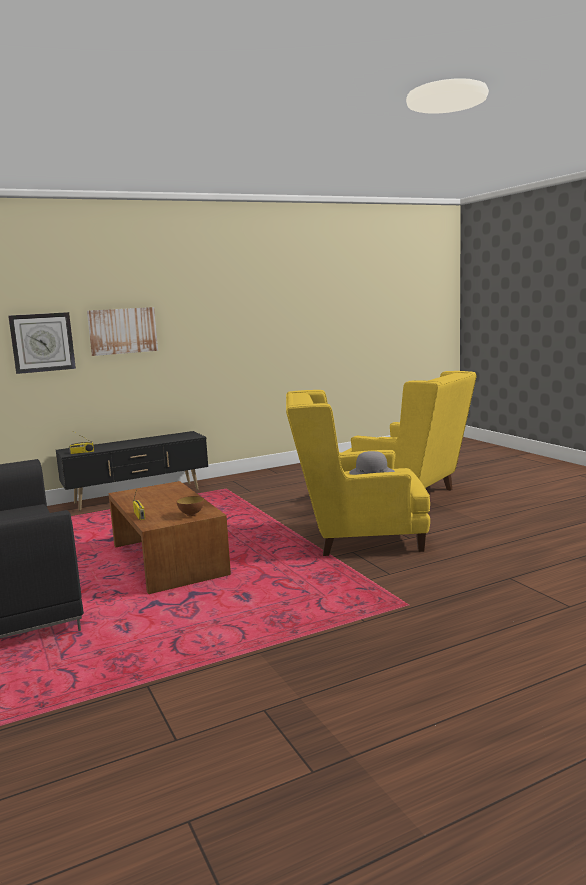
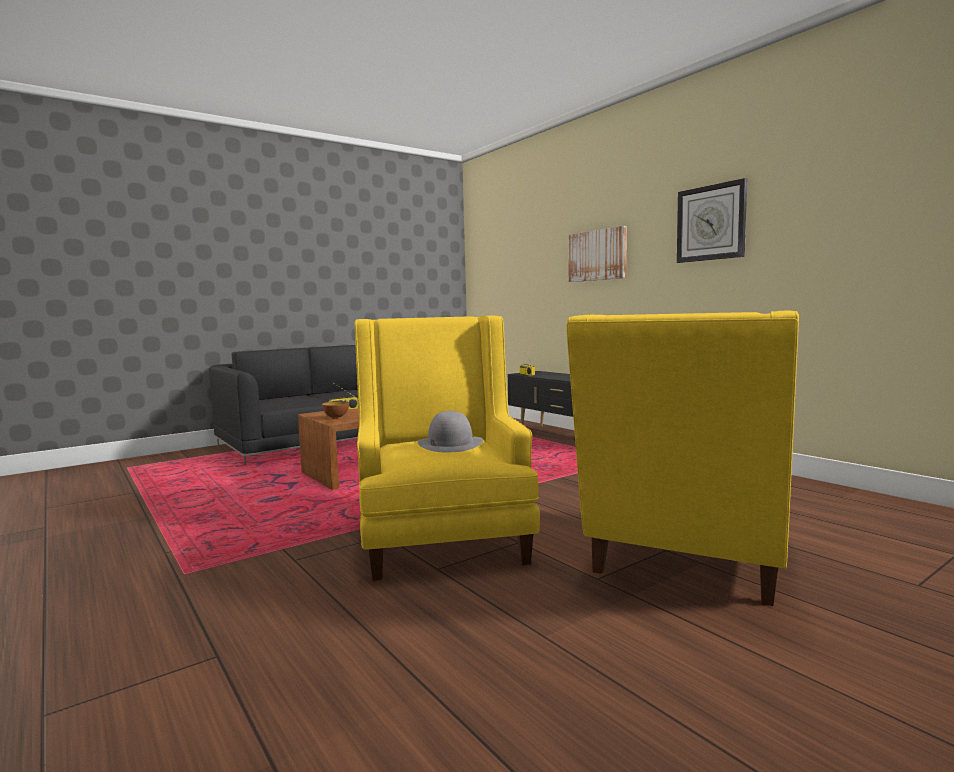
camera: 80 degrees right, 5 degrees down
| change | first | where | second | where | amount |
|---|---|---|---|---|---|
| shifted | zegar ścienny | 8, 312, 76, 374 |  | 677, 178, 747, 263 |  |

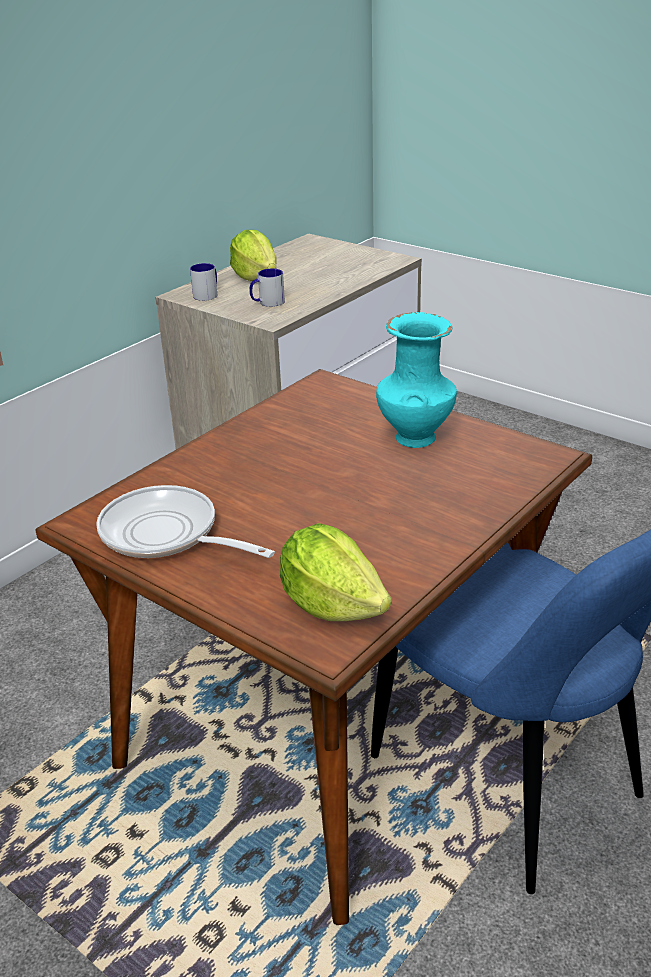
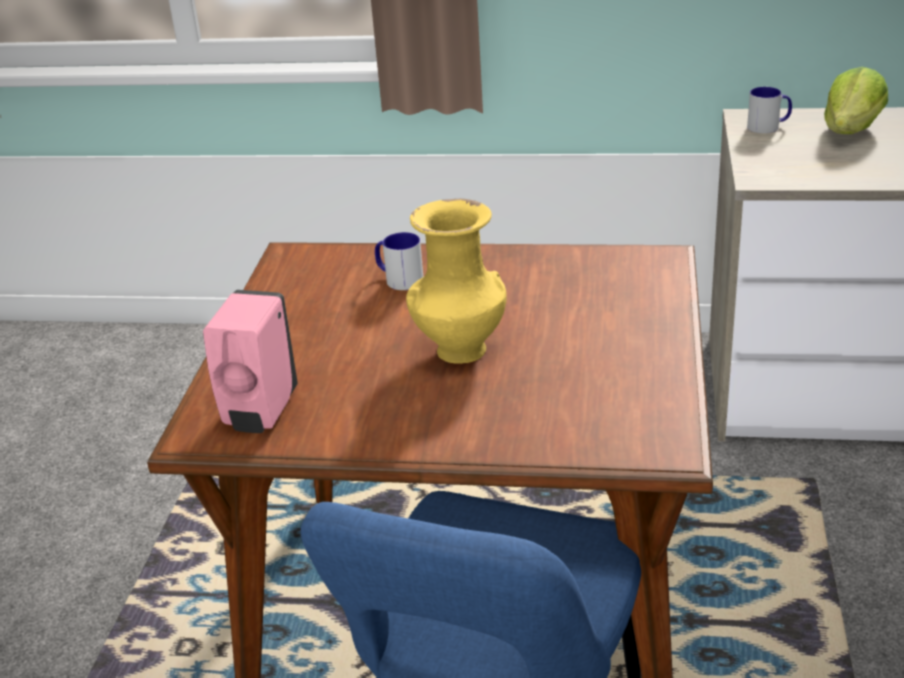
camera: 60 degrees right, 0 degrees up
| change | first | where | second | where | amount |
|---|---|---|---|---|---|
| gone | patelnia | 96, 485, 275, 558 |  |  |  |
| gone | wazon (turkusowy) | 376, 312, 457, 448 |  |  |  |
| new |  |  | wazon (żółty) | 406, 199, 507, 364 |  |
| shifted | kubek | 250, 269, 285, 307 |  | 375, 232, 423, 290 |  |
| swapped | sałata | 280, 523, 392, 621 | dozownik mydła (różowy) | 203, 290, 298, 433 |  |

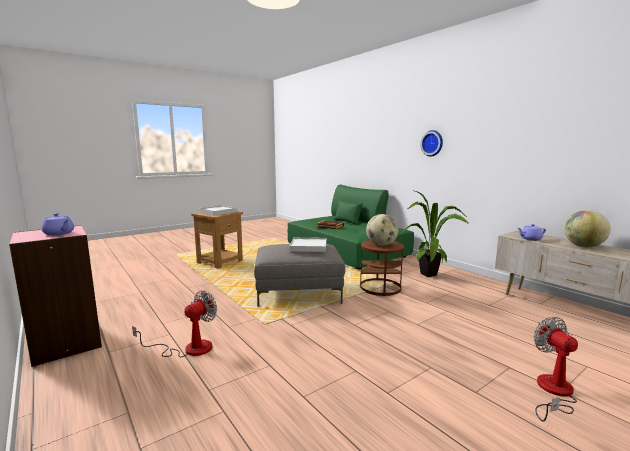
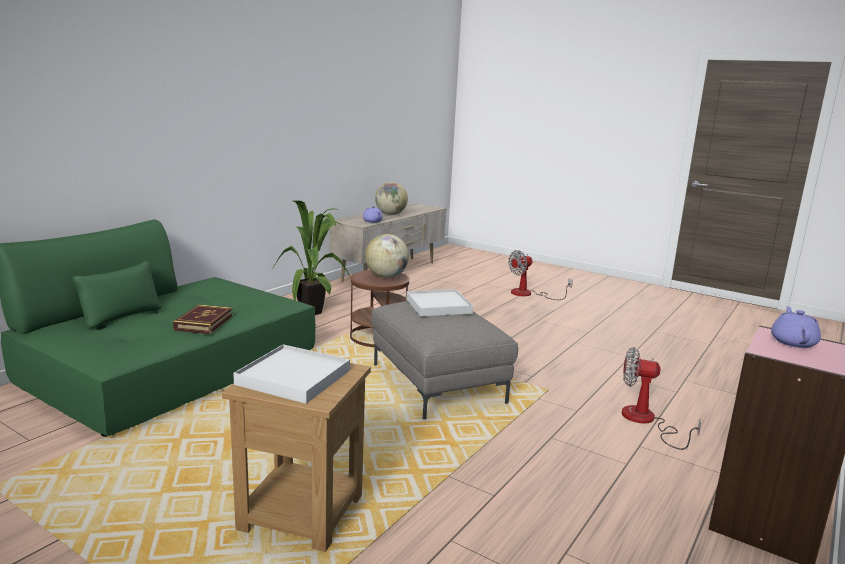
camera: 110 degrees left, 5 degrees up
| change | first | where | second | where | amount |
|---|---|---|---|---|---|
| gone | zegar ścienny | 420, 130, 443, 157 |  |  |  |

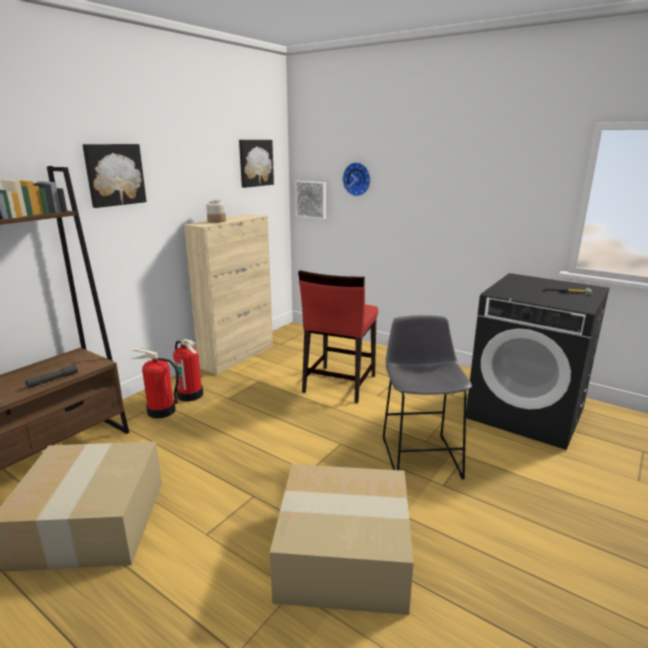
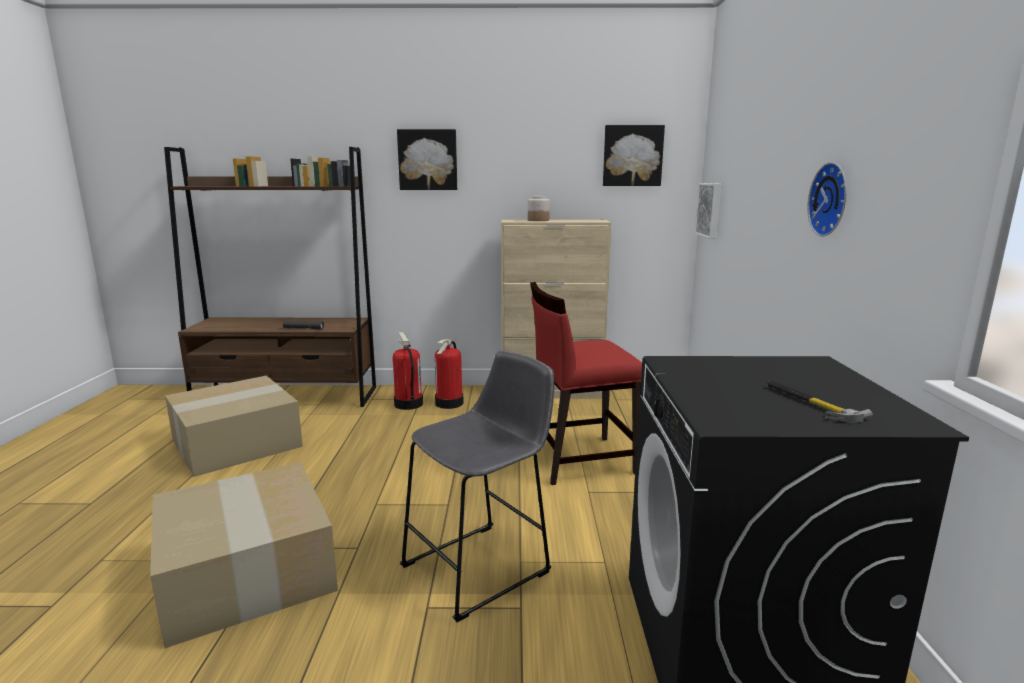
camera: 55 degrees right, 5 degrees down
| change | first | where | second | where | amount |
|---|---|---|---|---|---|
| shifted | zegar ścienny | 343, 162, 370, 196 |  | 807, 162, 847, 236 |  |

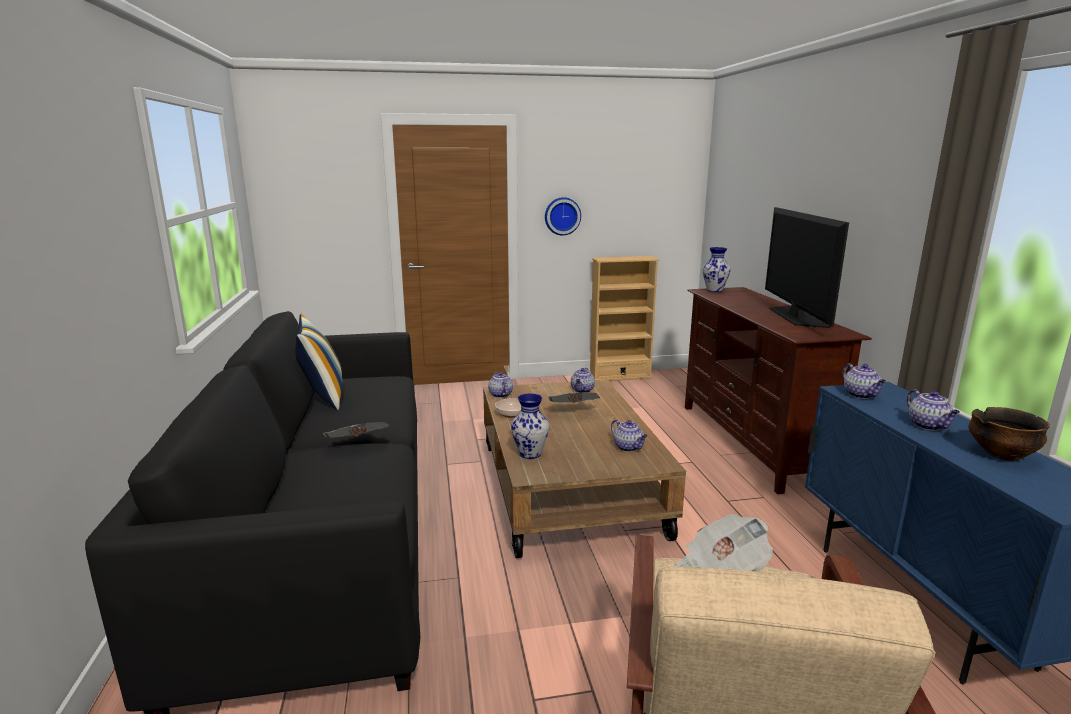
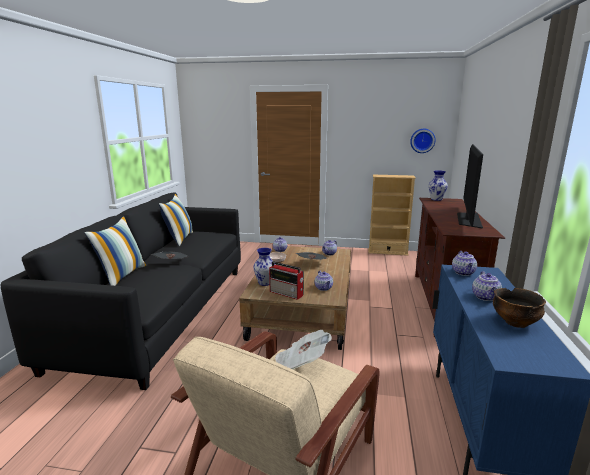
camera: 20 degrees right, 0 degrees up
| change | first | where | second | where | amount |
|---|---|---|---|---|---|
| new |  |  | poduszka | 84, 216, 147, 286 |  |
| new |  |  | radio | 269, 261, 304, 300 |  |
| shifted | zegar ścienny | 545, 197, 581, 236 |  | 410, 129, 436, 153 |  |

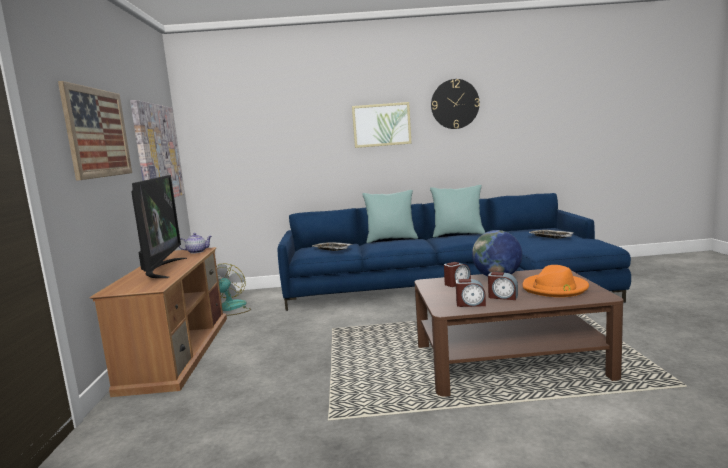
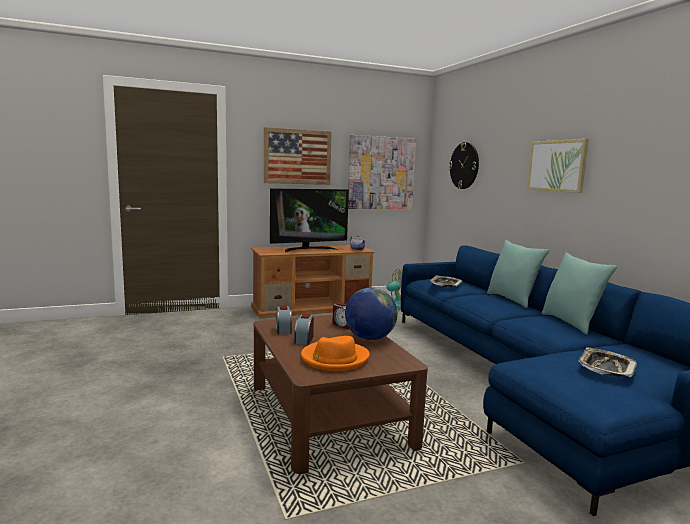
camera: 70 degrees right, 0 degrees up
| change | first | where | second | where | amount |
|---|---|---|---|---|---|
| shifted | zegar ścienny | 431, 79, 480, 129 |  | 449, 142, 479, 189 |  |

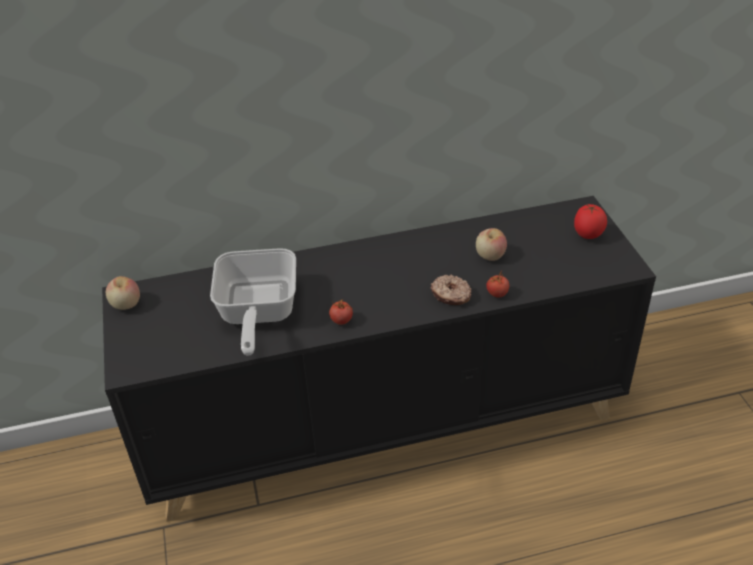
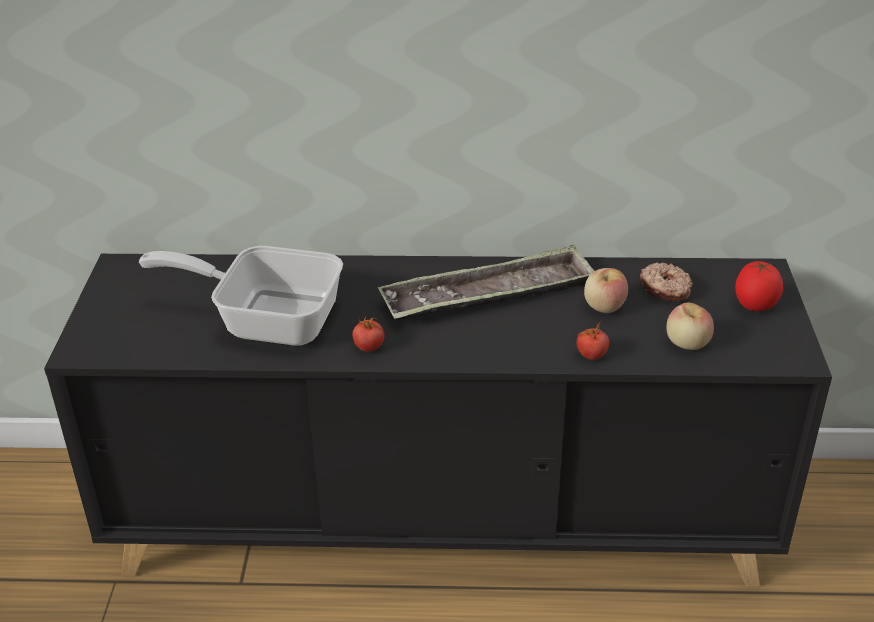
camera: 15 degrees right, 5 degrees down
| change | first | where | second | where | amount |
|---|---|---|---|---|---|
| new |  |  | taca | 378, 245, 594, 321 |  |
| shifted | jabłko | 106, 276, 140, 310 |  | 666, 303, 714, 350 |  |
| shifted | donut | 431, 275, 472, 305 |  | 640, 263, 693, 302 |  |
| rotated | patelnia | 210, 248, 296, 356 |  | 139, 246, 343, 346 | 90 degrees clockwise |

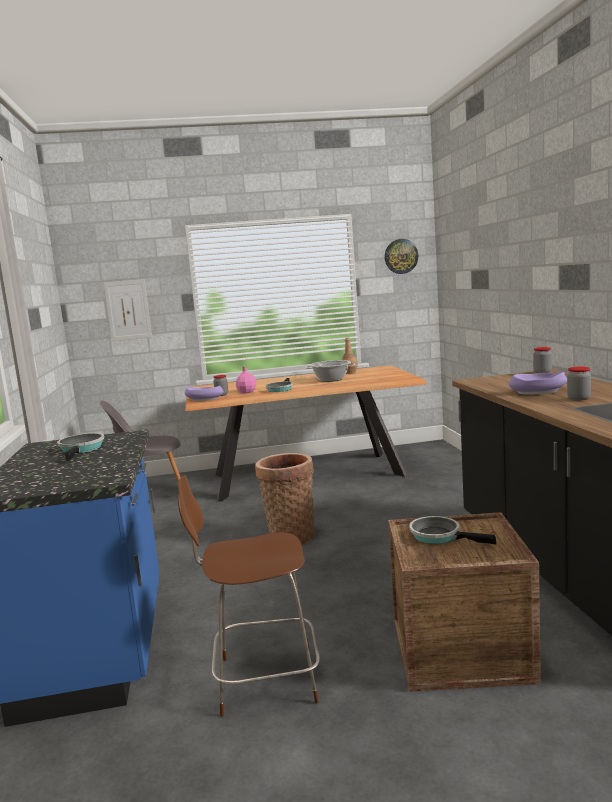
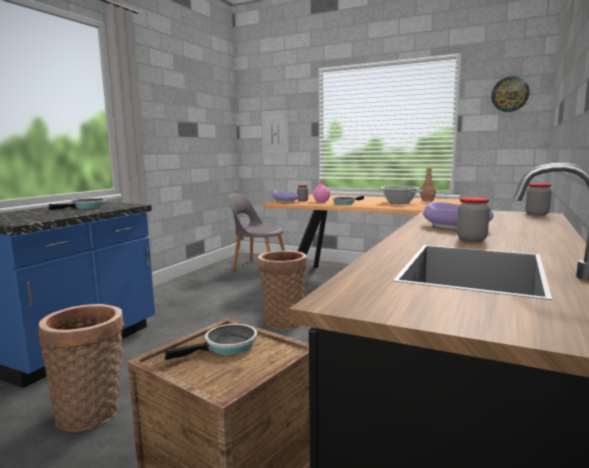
camera: 35 degrees right, 0 degrees up
| change | first | where | second | where | amount |
|---|---|---|---|---|---|
| swapped | stołek (brązowy) | 178, 475, 320, 717 | koszyk | 38, 304, 124, 432 |  |
| rotated | patelnia | 409, 516, 496, 545 |  | 165, 324, 257, 360 | 75 degrees clockwise |

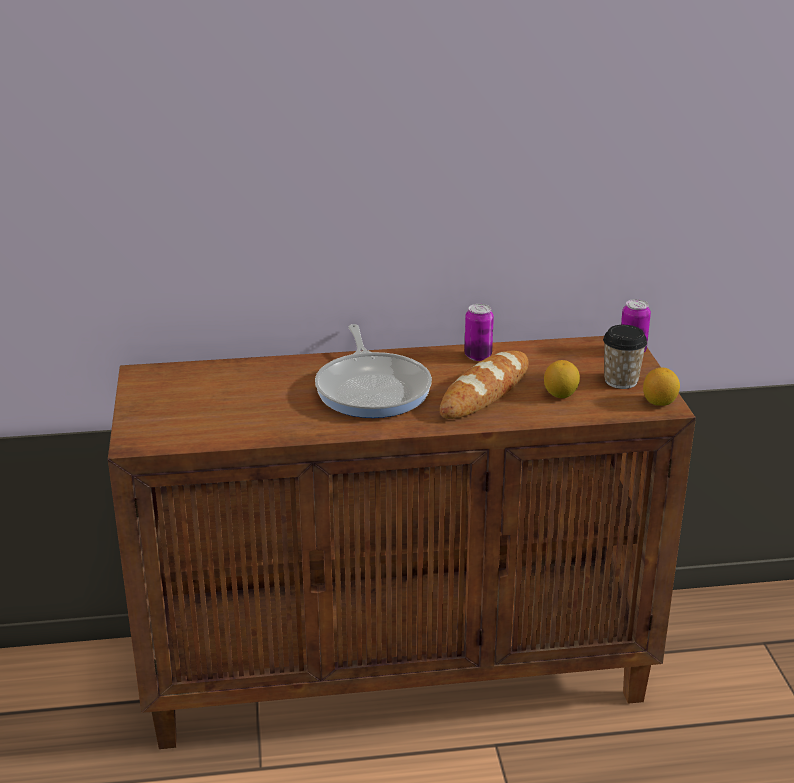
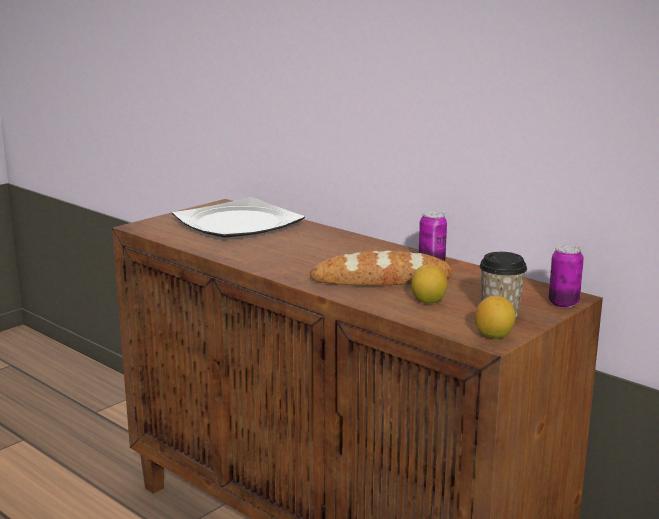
camera: 50 degrees right, 10 degrees down
| change | first | where | second | where | amount |
|---|---|---|---|---|---|
| gone | patelnia | 315, 324, 432, 418 |  |  |  |
| new |  |  | talerz | 172, 197, 305, 237 |  |

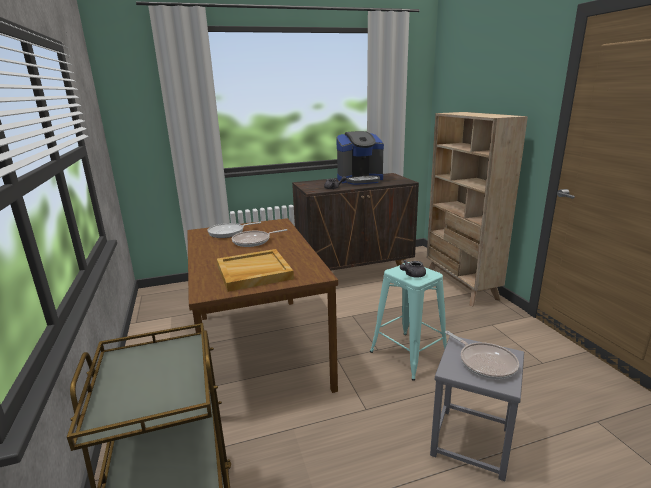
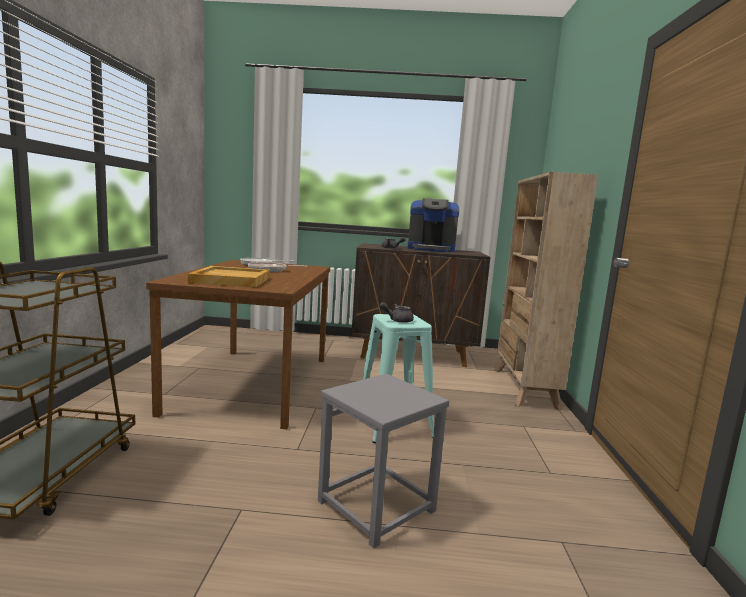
camera: 20 degrees right, 10 degrees down
| change | first | where | second | where | amount |
|---|---|---|---|---|---|
| gone | patelnia | 445, 331, 519, 379 |  |  |  |

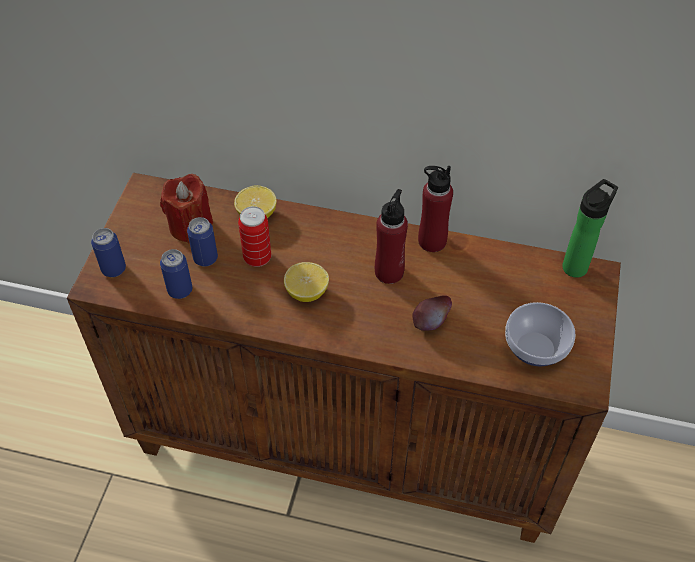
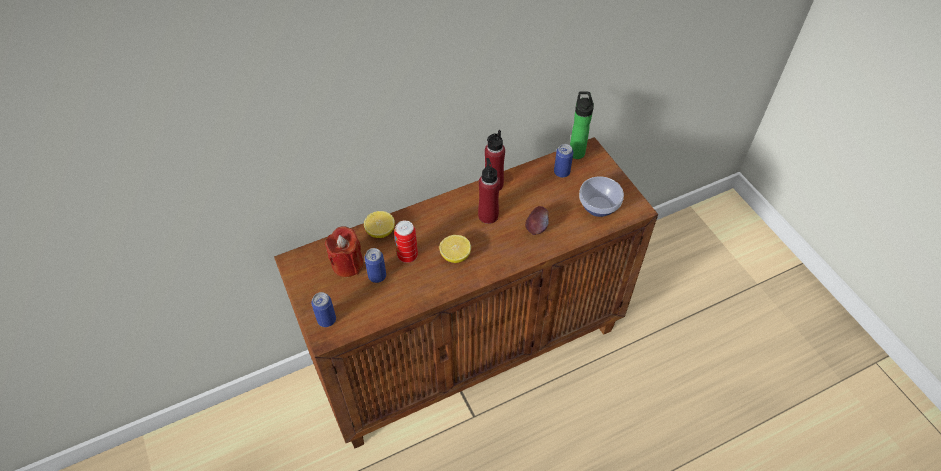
camera: 40 degrees left, 0 degrees up
| change | first | where | second | where | amount |
|---|---|---|---|---|---|
| shifted | puszka | 160, 249, 192, 299 |  | 554, 144, 573, 178 |  |

